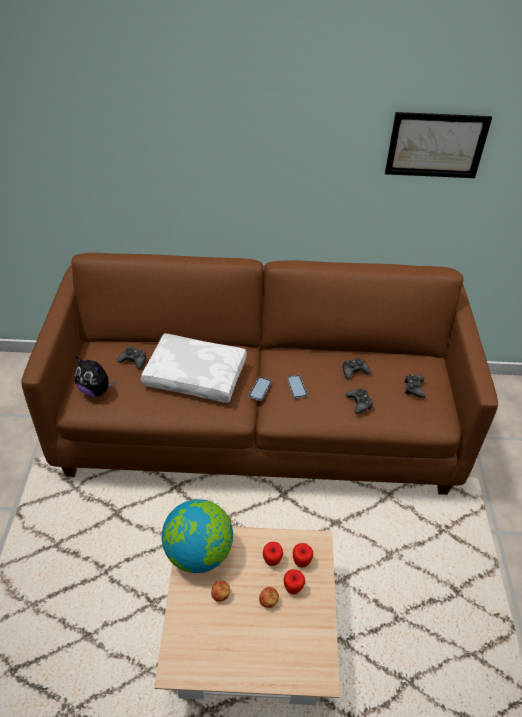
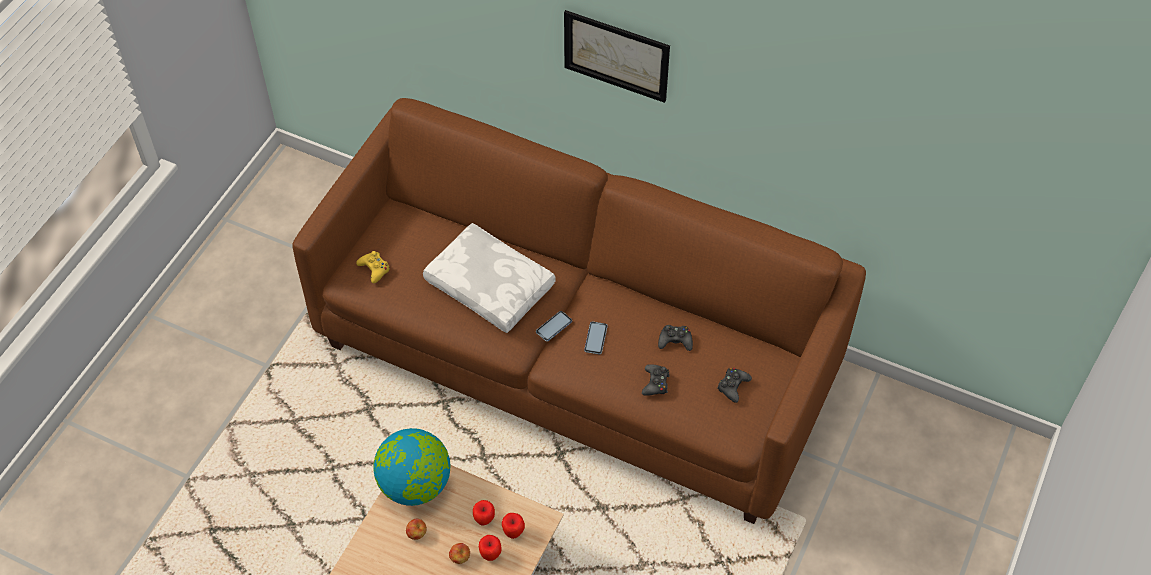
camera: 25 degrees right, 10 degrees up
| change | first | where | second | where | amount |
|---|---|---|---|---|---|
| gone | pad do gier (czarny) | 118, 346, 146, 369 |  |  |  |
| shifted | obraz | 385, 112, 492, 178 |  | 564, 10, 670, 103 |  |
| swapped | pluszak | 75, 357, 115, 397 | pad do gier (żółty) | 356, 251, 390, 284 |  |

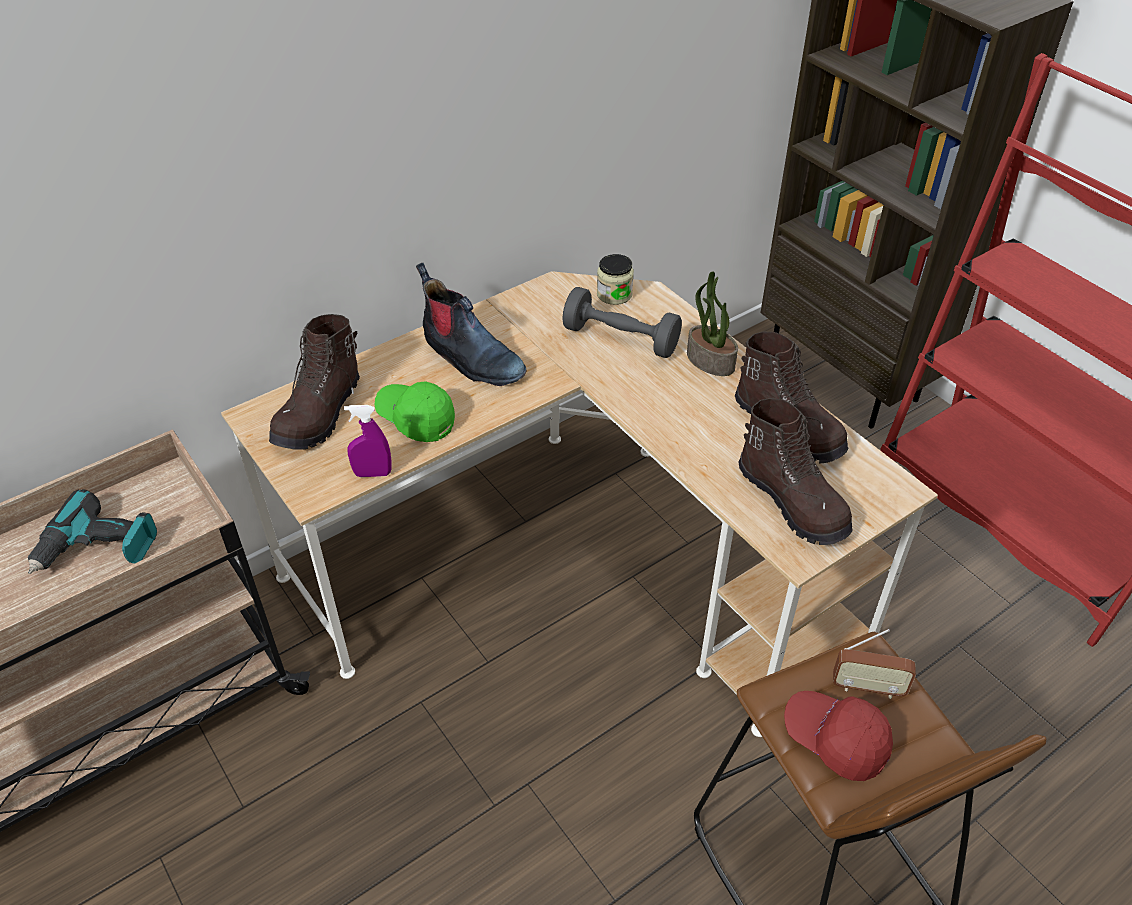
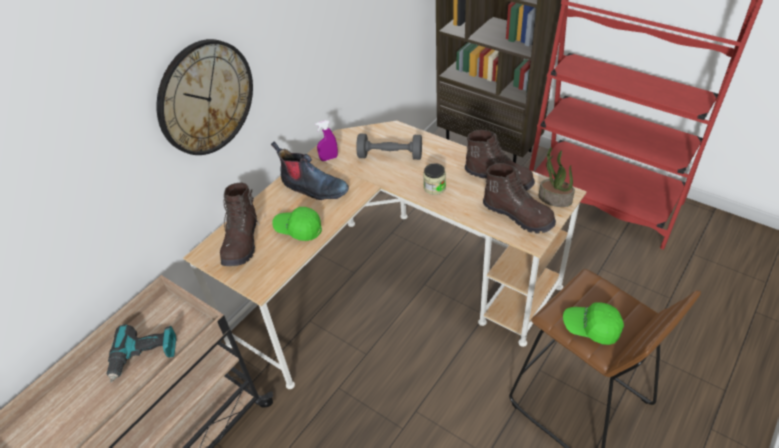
camera: 15 degrees left, 0 degrees up
| change | first | where | second | where | amount |
|---|---|---|---|---|---|
| gone | radio | 833, 629, 916, 699 |  |  |  |
| new |  |  | zegar ścienny | 156, 39, 253, 155 |  |
| shifted | spryskiwacz (fioletowy) | 344, 405, 392, 477 |  | 315, 120, 338, 161 |  |
| shifted | słoik | 597, 254, 634, 305 |  | 423, 163, 446, 195 |  |
| shifted | roślina doniczkowa | 687, 271, 738, 376 |  | 539, 148, 575, 207 |  |
| repainted | czapka z daszkiem (czerwony) | 784, 691, 893, 781 | czapka z daszkiem (zielony) | 563, 303, 624, 345 |  |

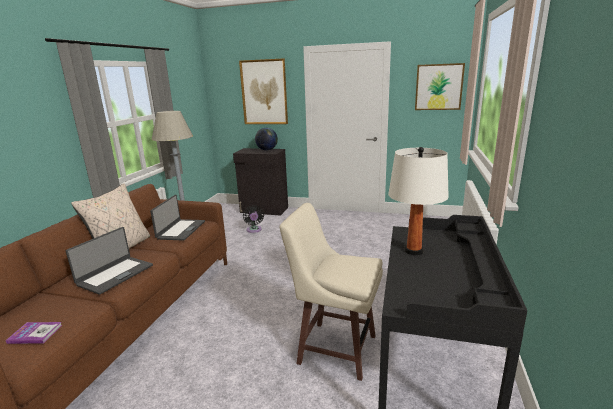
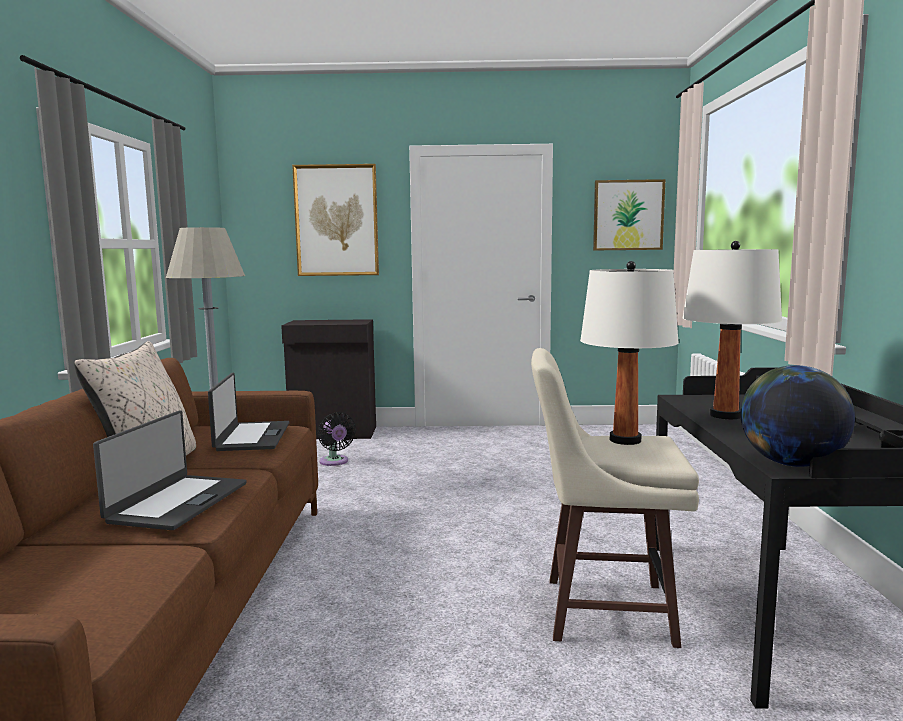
camera: 15 degrees left, 10 degrees down
| change | first | where | second | where | amount |
|---|---|---|---|---|---|
| gone | książka | 5, 322, 62, 344 |  |  |  |
| new |  |  | lampa stołowa (biały) | 580, 261, 679, 445 |  |
| shifted | globus | 255, 128, 278, 150 |  | 741, 365, 855, 467 |  |

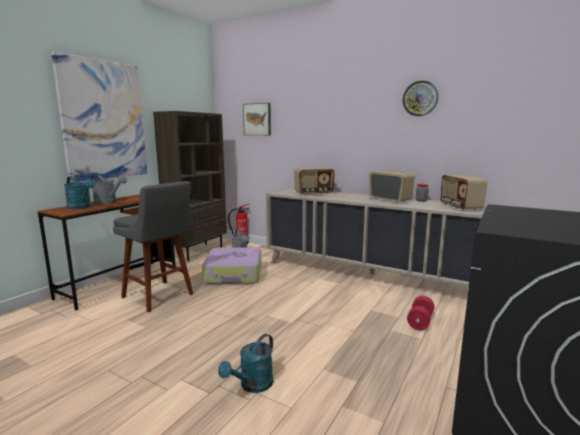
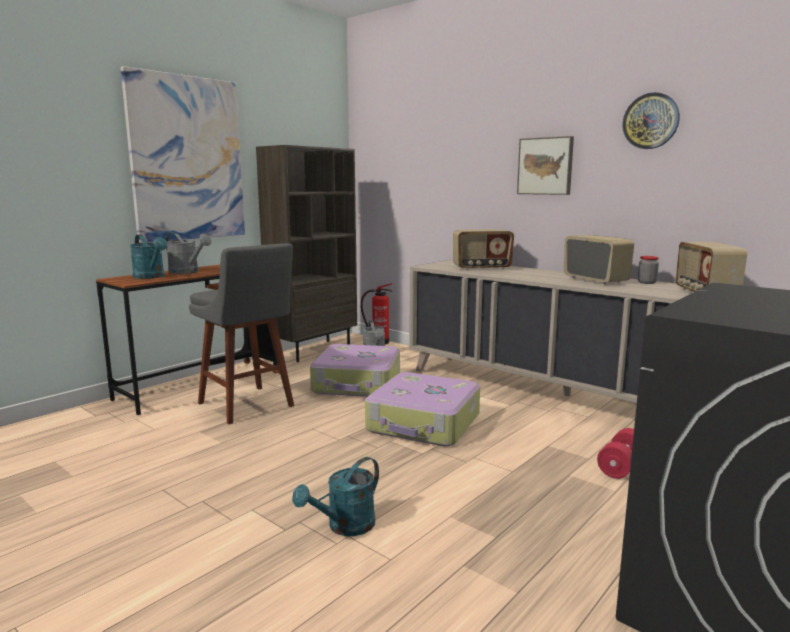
camera: 10 degrees right, 0 degrees up
| change | first | where | second | where | amount |
|---|---|---|---|---|---|
| new |  |  | walizka | 365, 372, 480, 446 |  |
| shifted | obraz | 243, 103, 271, 135 |  | 517, 136, 574, 195 |  |

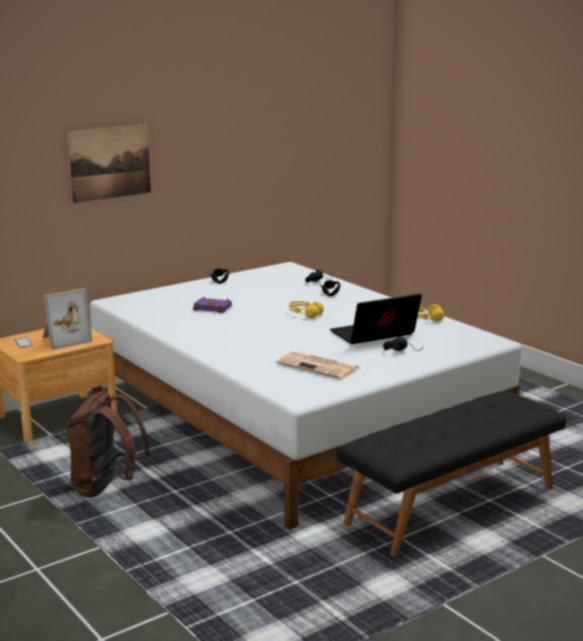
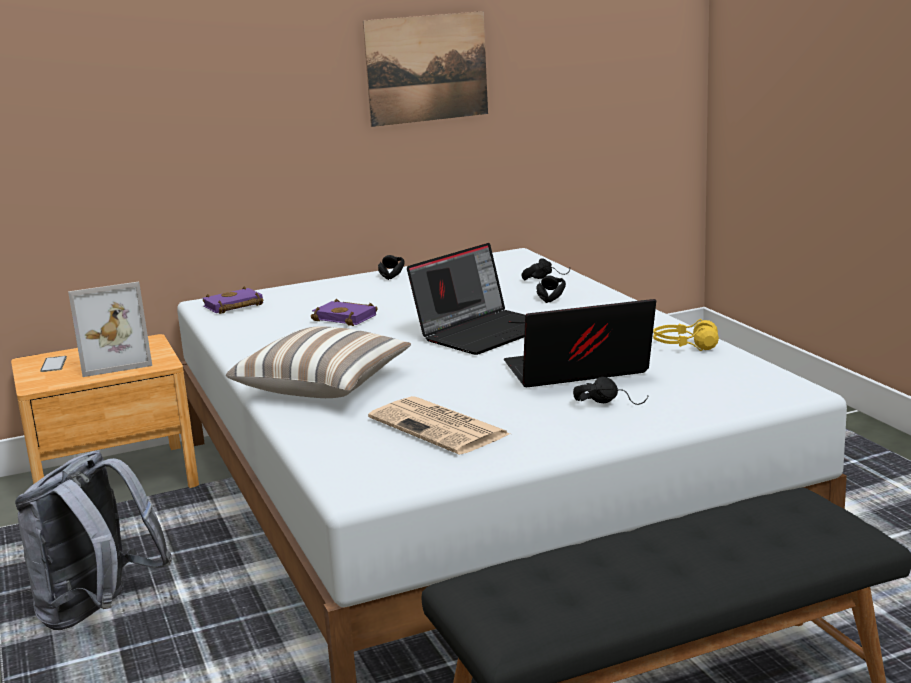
camera: 15 degrees right, 0 degrees up
| change | first | where | second | where | amount |
|---|---|---|---|---|---|
| new |  |  | książka (fioletowy) | 202, 286, 263, 314 |  |
| new |  |  | poduszka | 226, 326, 411, 398 |  |
| shifted | obraz | 67, 124, 151, 203 |  | 363, 11, 488, 127 |  |
| swapped | słuchawki (żółty) | 289, 301, 324, 318 | laptop | 407, 243, 525, 355 |  |
| repainted | plecak (brązowy) | 66, 391, 151, 498 | plecak (szary) | 15, 451, 172, 630 |  |

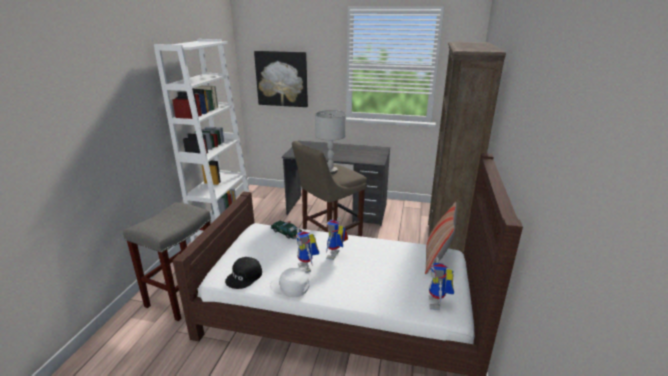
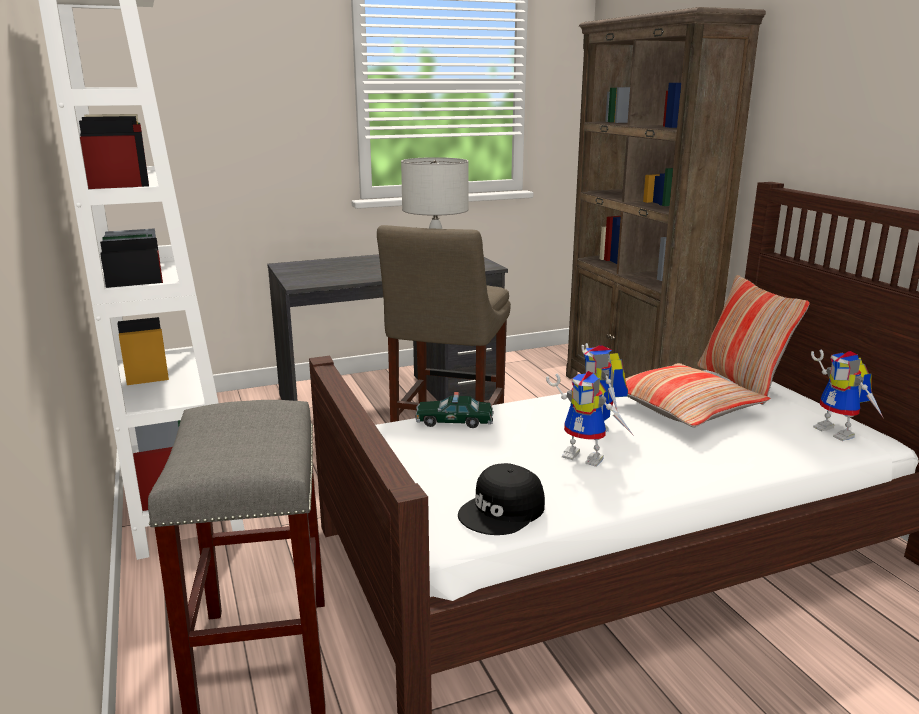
camera: 35 degrees left, 5 degrees down
| change | first | where | second | where | amount |
|---|---|---|---|---|---|
| gone | obraz | 254, 51, 308, 107 |  |  |  |
| gone | czapka z daszkiem (biały) | 270, 268, 310, 297 |  |  |  |
| new |  |  | poduszka | 625, 363, 771, 427 |  |
| rotated | czapka z daszkiem (czarny) | 225, 257, 262, 289 |  | 458, 463, 545, 535 | 45 degrees clockwise |

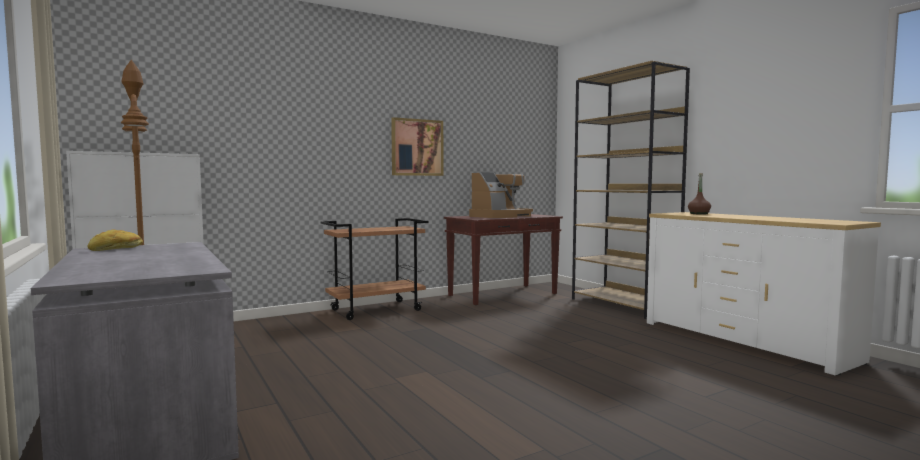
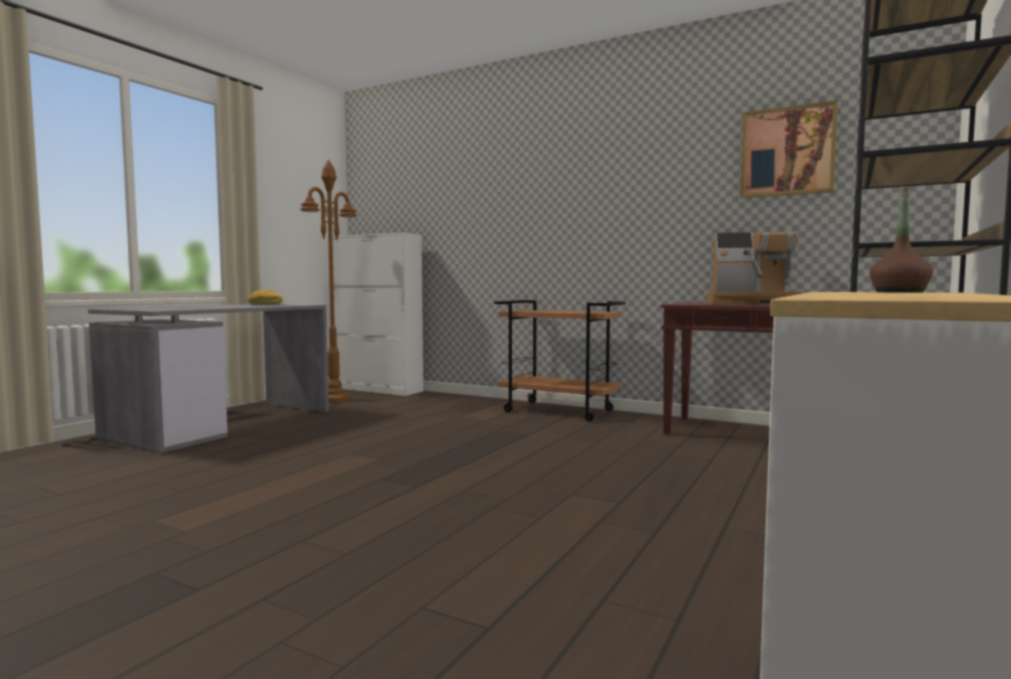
camera: 60 degrees right, 0 degrees up
| change | first | where | second | where | amount |
|---|---|---|---|---|---|
| shifted | obraz | 391, 117, 443, 176 |  | 740, 100, 838, 198 |  |

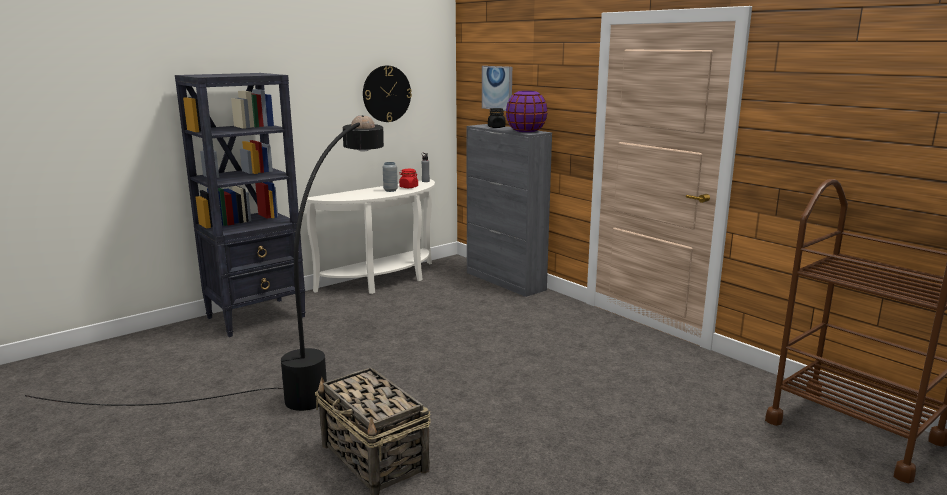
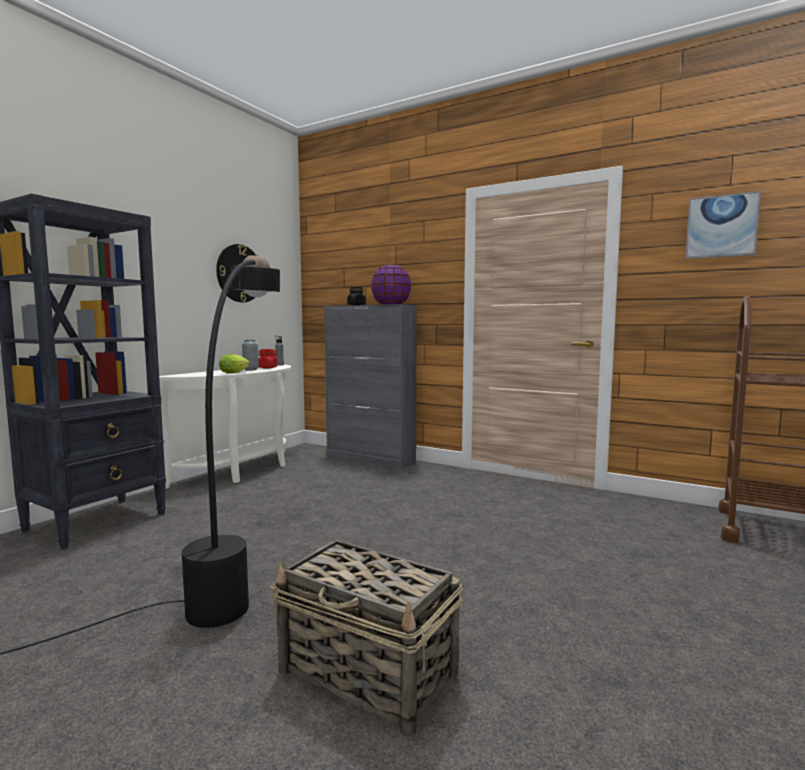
camera: 20 degrees left, 10 degrees down
| change | first | where | second | where | amount |
|---|---|---|---|---|---|
| new |  |  | sałata | 219, 354, 250, 374 |  |
| shifted | obraz | 482, 66, 512, 111 |  | 685, 191, 761, 259 |  |

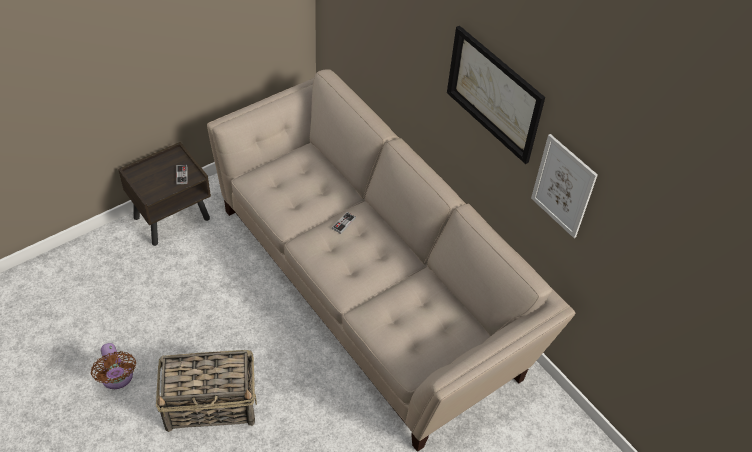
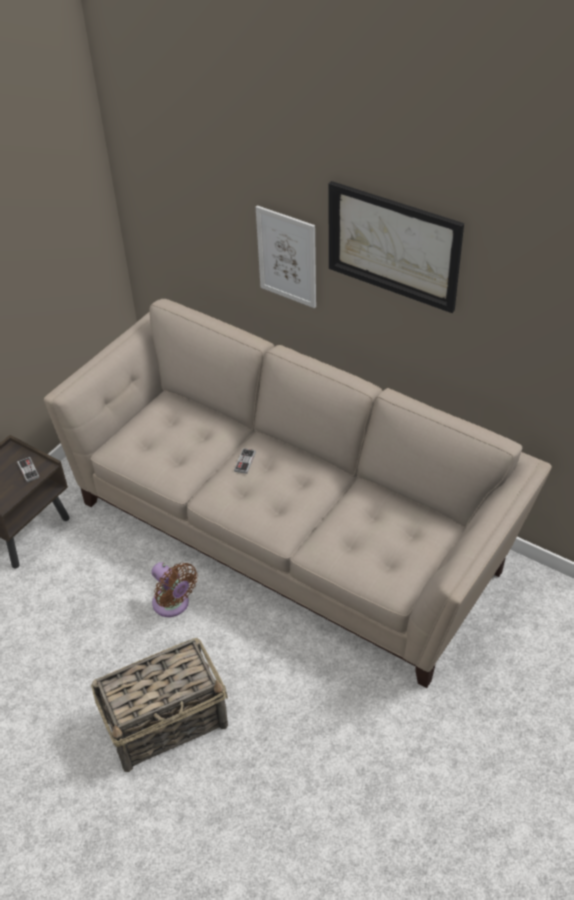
camera: 15 degrees left, 5 degrees down
| change | first | where | second | where | amount |
|---|---|---|---|---|---|
| shifted | wentylator (brązowy) | 91, 343, 136, 389 |  | 151, 562, 198, 617 |  |
| shifted | obraz | 531, 134, 598, 238 |  | 256, 205, 316, 308 |  |

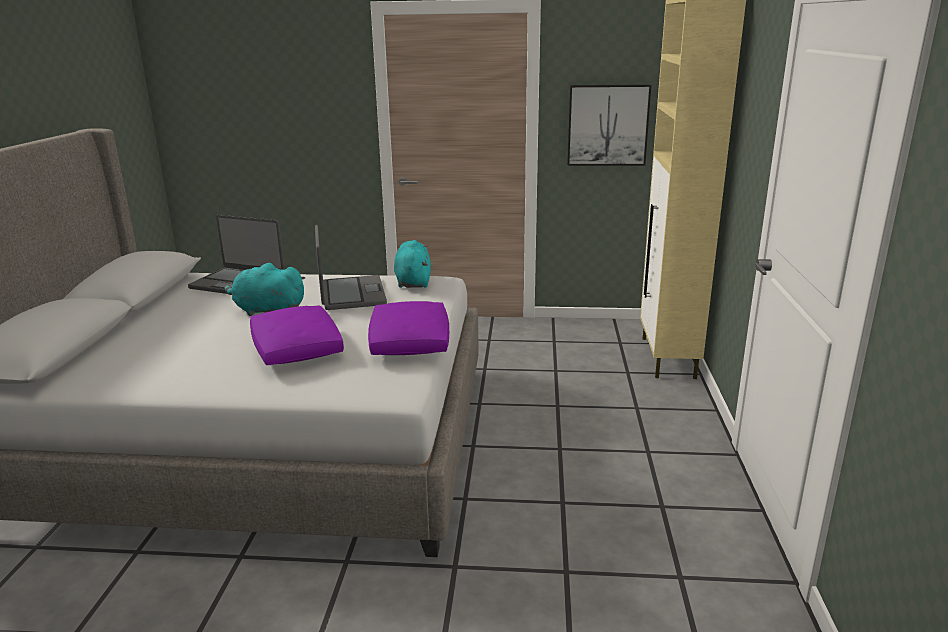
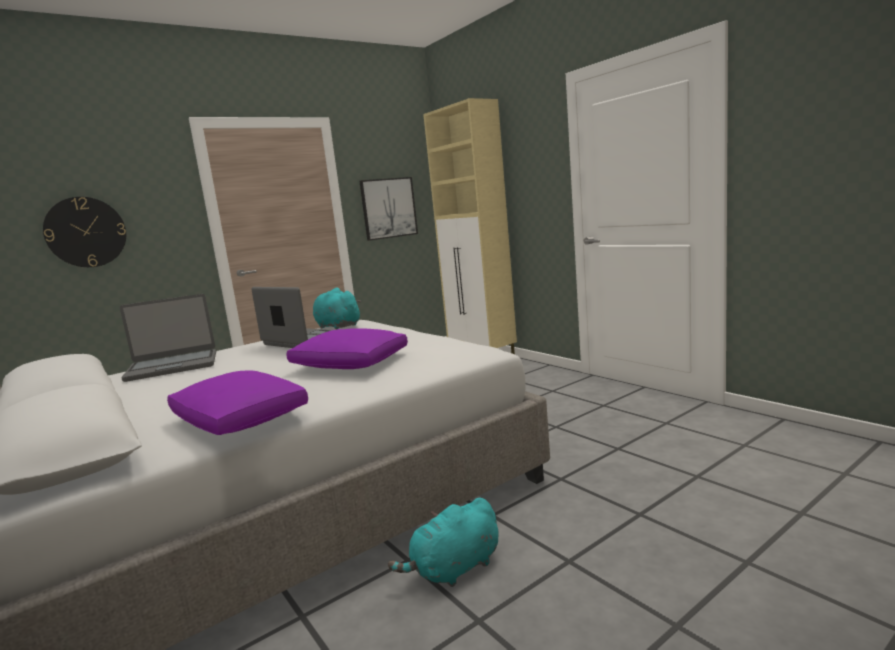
camera: 40 degrees left, 10 degrees down
| change | first | where | second | where | amount |
|---|---|---|---|---|---|
| new |  |  | zegar ścienny | 43, 197, 126, 267 |  |
| shifted | pluszak (turkusowy) | 225, 263, 305, 316 |  | 388, 498, 498, 587 |  |
| shifted | poduszka (fioletowy) | 368, 301, 449, 355 |  | 167, 371, 308, 435 |  |

